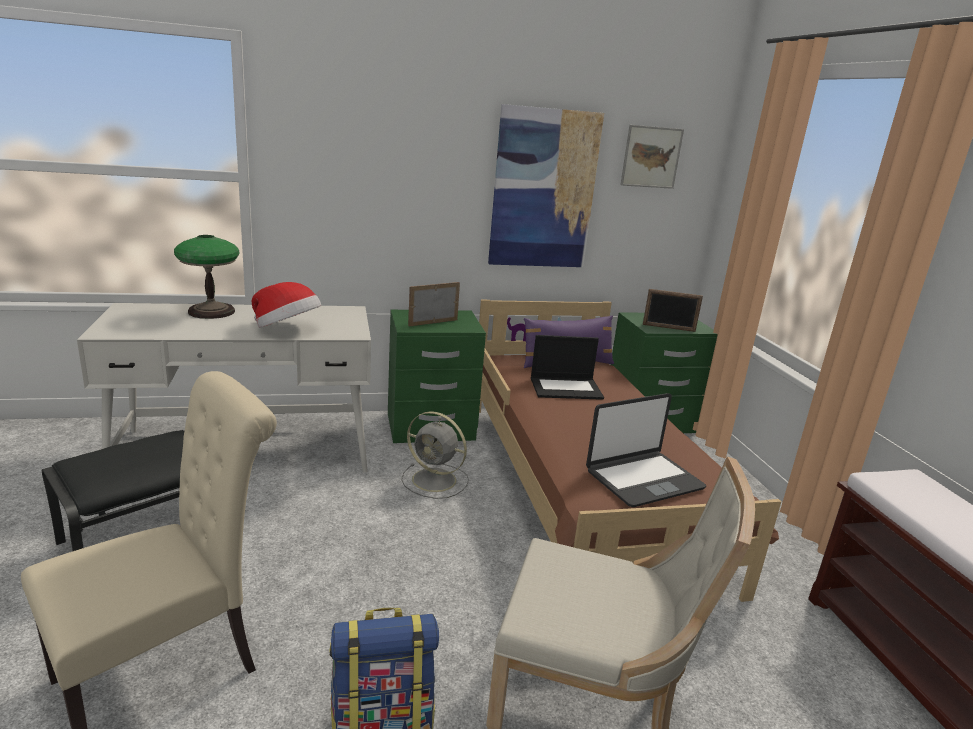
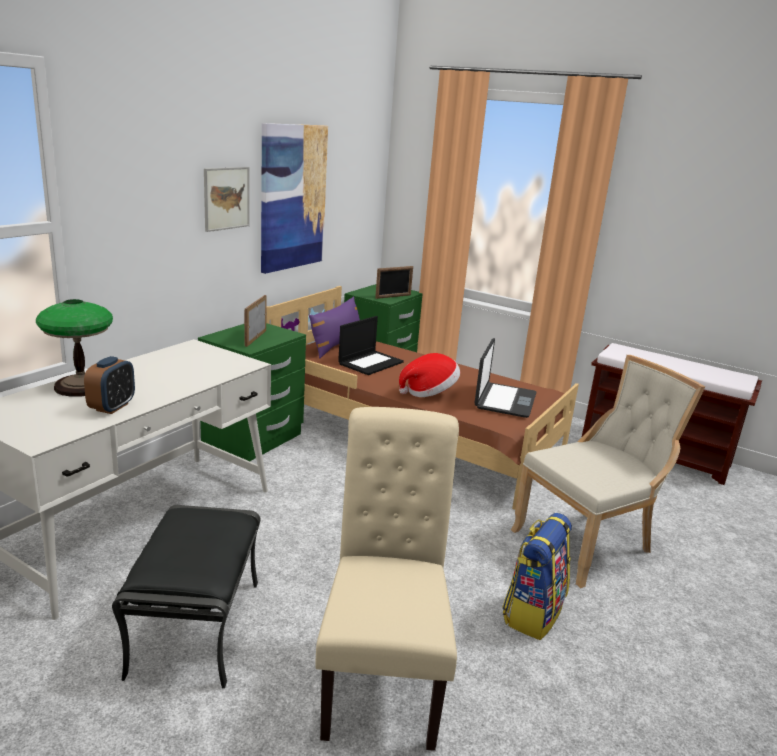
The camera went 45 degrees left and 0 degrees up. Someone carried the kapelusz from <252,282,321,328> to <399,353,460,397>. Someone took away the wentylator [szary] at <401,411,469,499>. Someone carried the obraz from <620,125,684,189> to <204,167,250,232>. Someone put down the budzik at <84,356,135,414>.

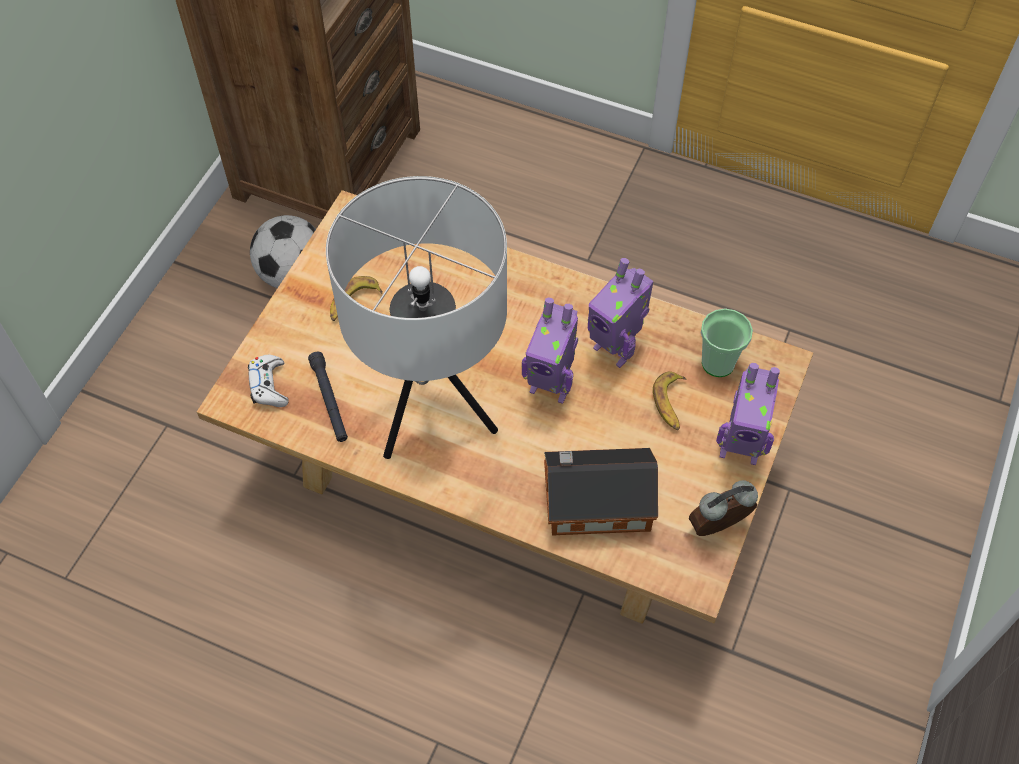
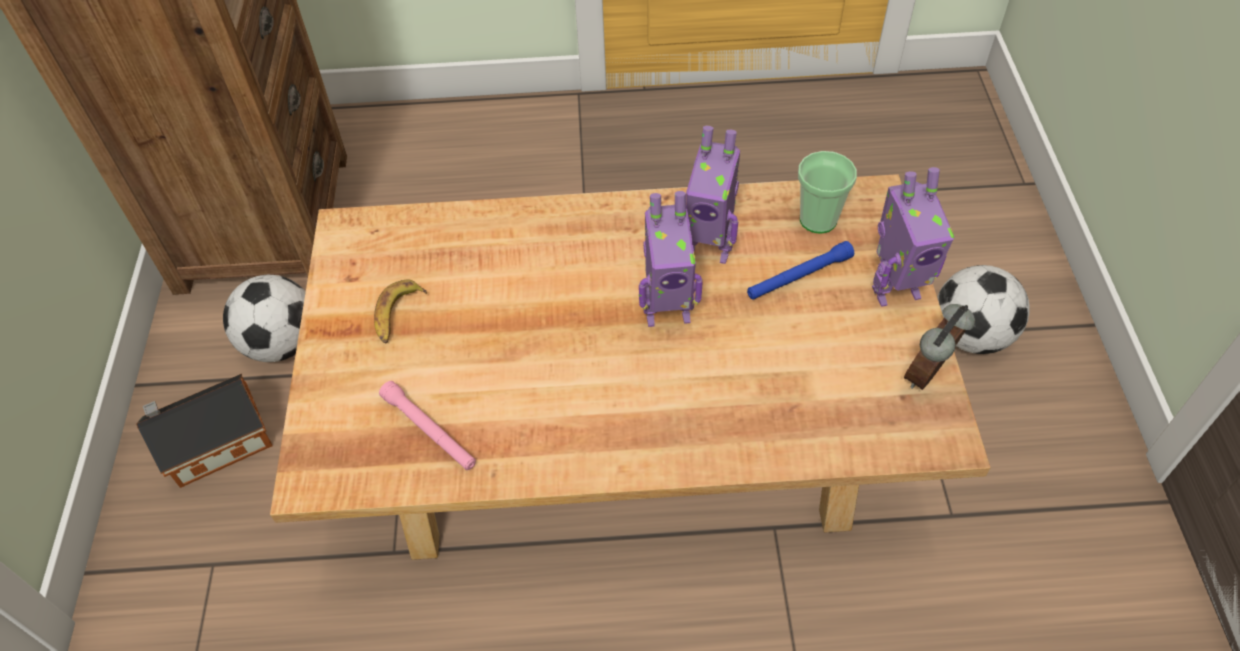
The camera went 25 degrees left and 5 degrees down. Someone took away the pad do gier [biały] at <248,355,289,407>. Someone repainted the latarka [czarny] at <308,352,348,442>, which became the latarka [różowy] at <379,381,476,470>. Someone took away the lampa stołowa [biały] at <326,176,507,459>. Someone carried the domek from <544,448,658,536> to <136,374,273,488>. Someone swapped the banan at <653,371,687,430> for the latarka [niebieski] at <747,241,854,300>. Someone put down the piłka futbolowa at <937,265,1030,354>.

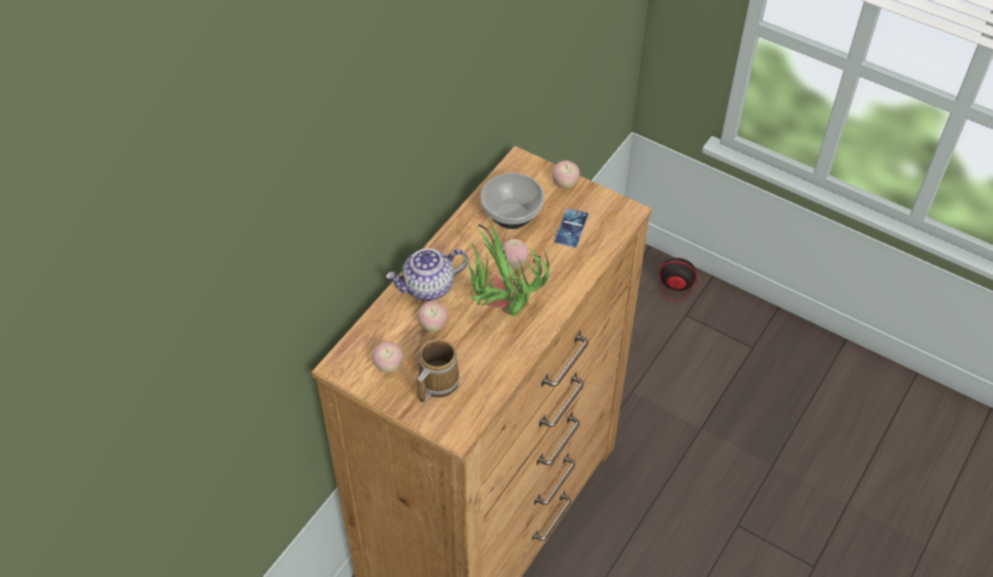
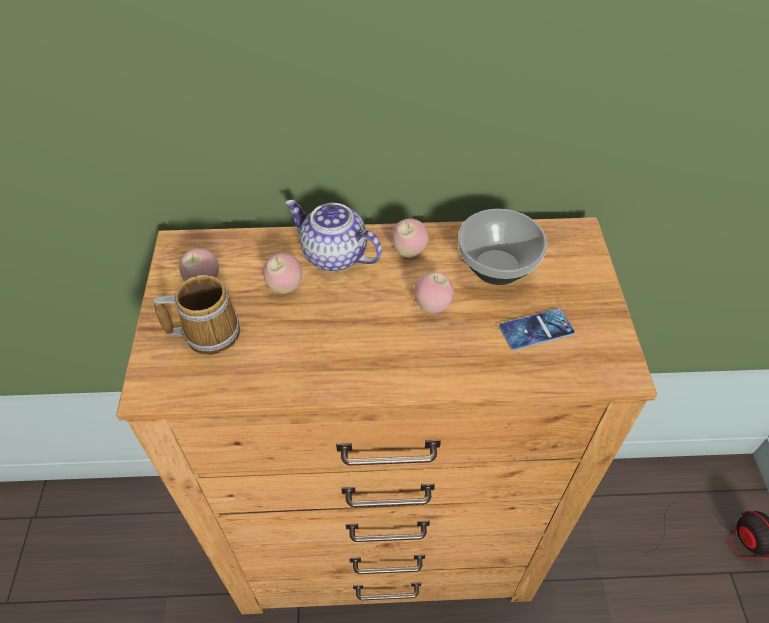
The camera went 55 degrees right and 0 degrees up. Someone took away the roślina doniczkowa at <460,219,549,316>. Someone carried the jabłko from <552,160,580,189> to <392,219,429,258>.

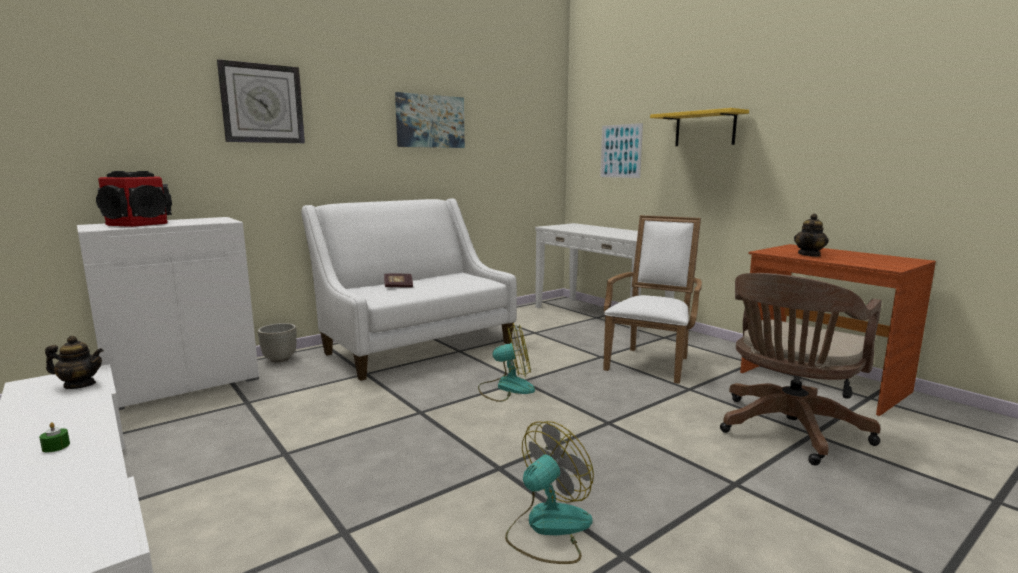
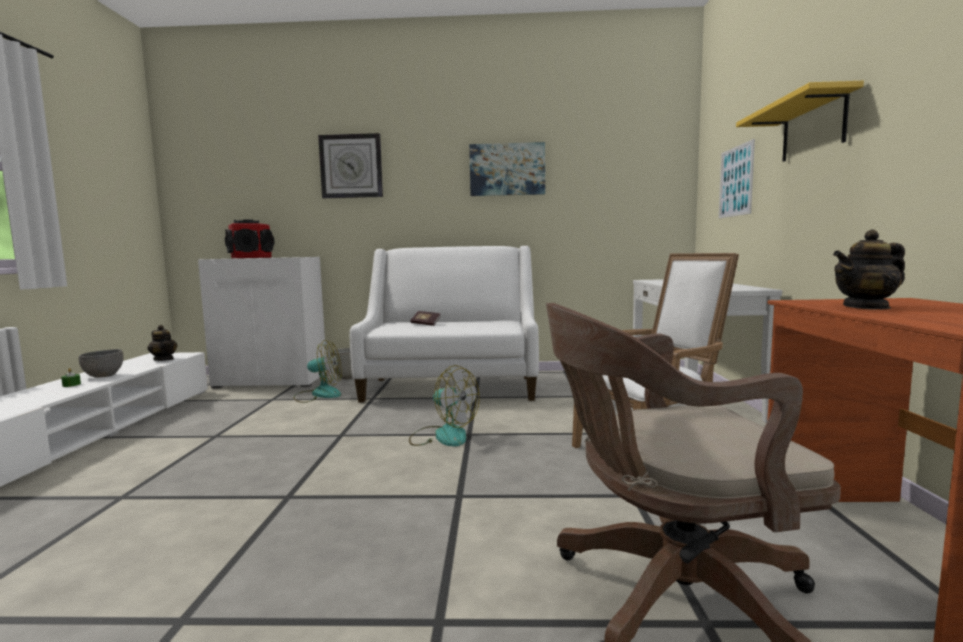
The camera went 40 degrees right and 5 degrees down. Someone carried the wentylator from <505,421,594,564> to <294,340,342,403>. Someone put down the miska [szary] at <79,349,124,377>.

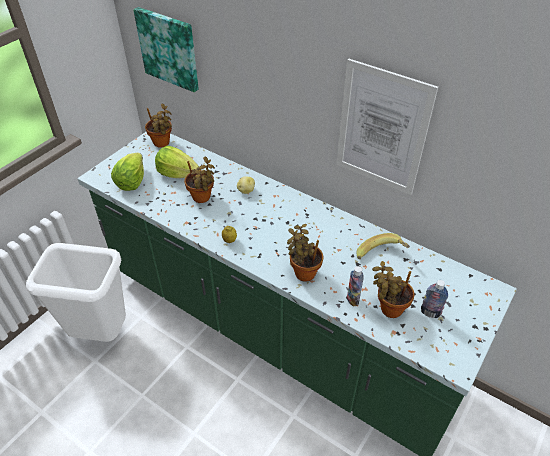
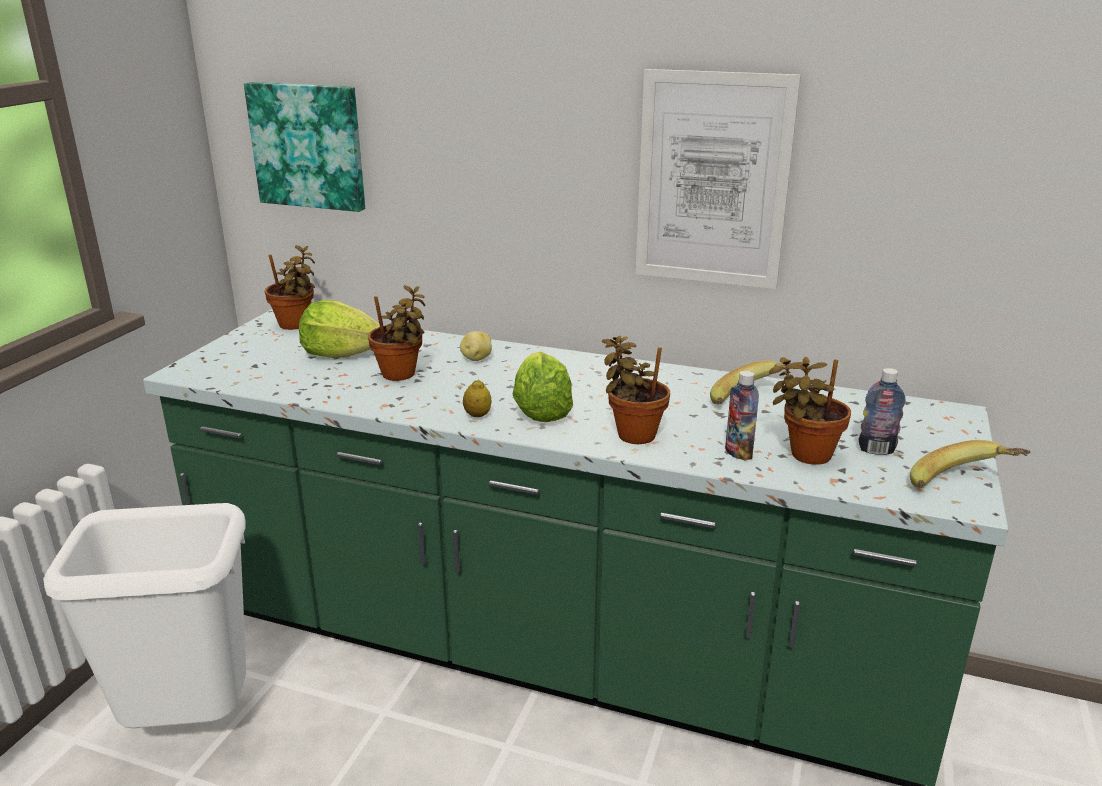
The camera went 15 degrees left and 20 degrees down. Someone carried the sałata from <111,153,144,191> to <513,351,573,422>. Someone put down the banan at <910,440,1030,488>.

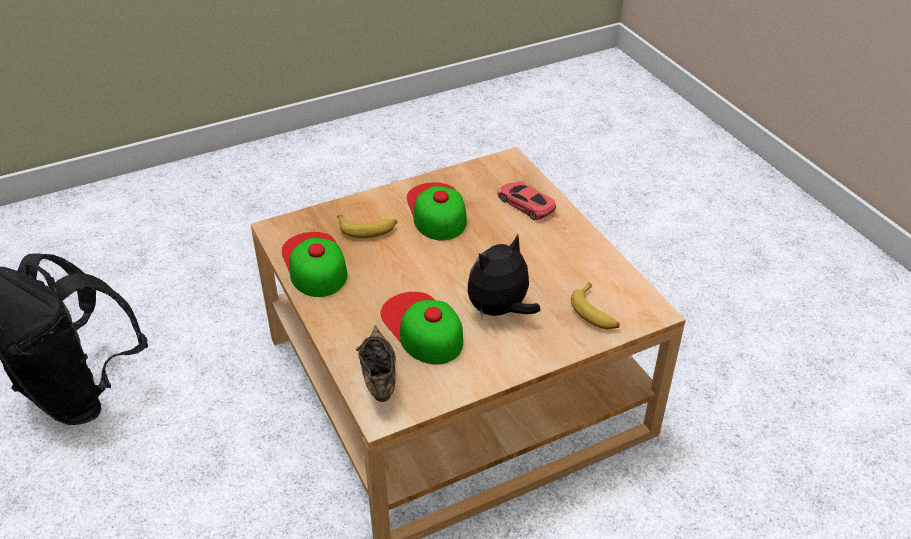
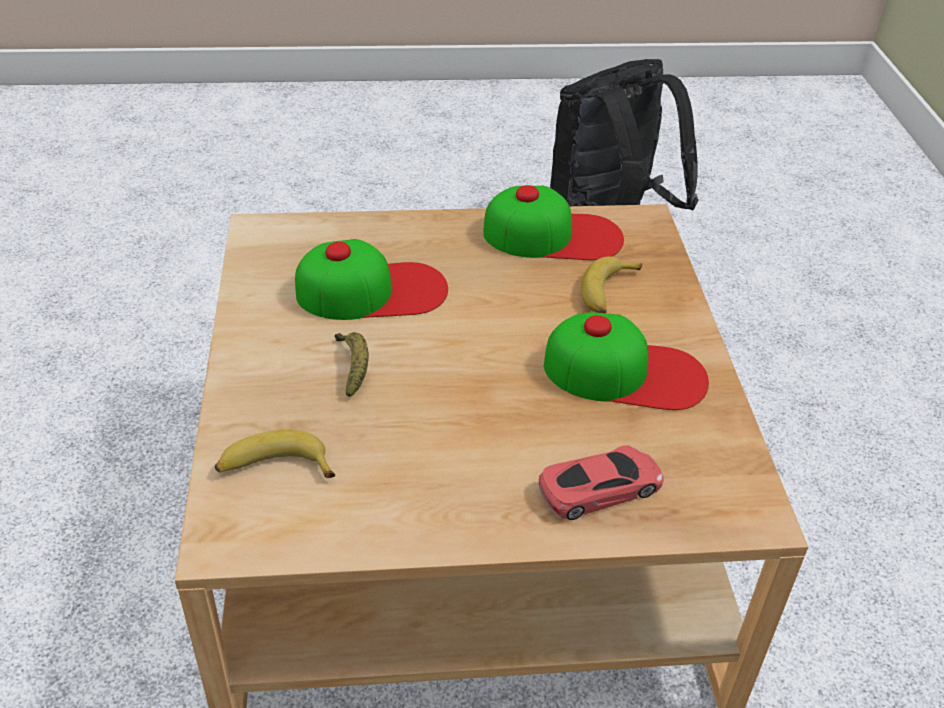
The camera went 110 degrees right and 0 degrees up. Someone took away the but [brązowy] at <356,325,396,402>. Someone swapped the pluszak at <468,234,540,317> for the banan at <335,332,369,397>.

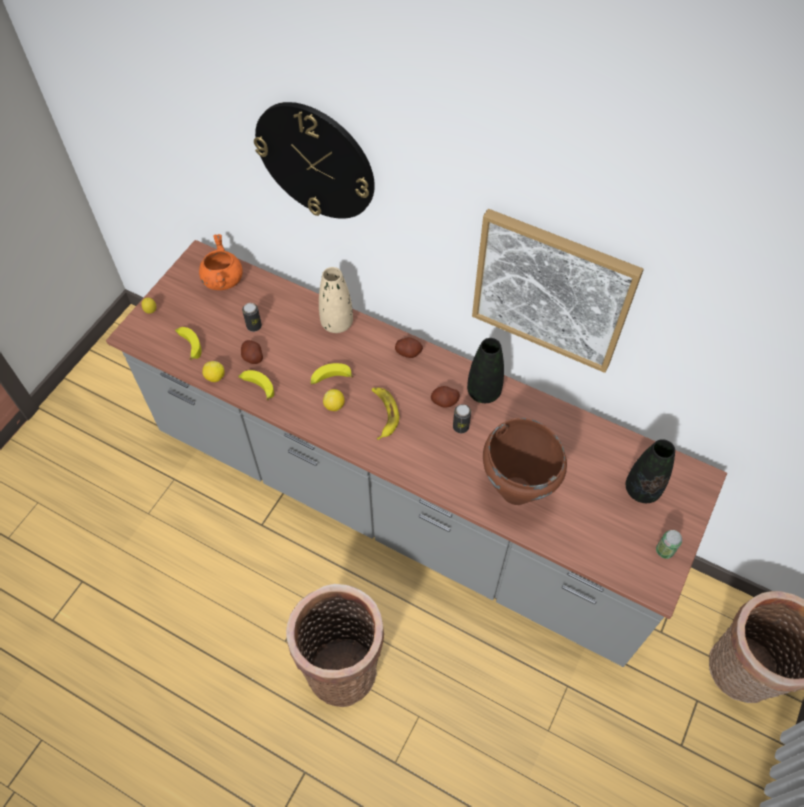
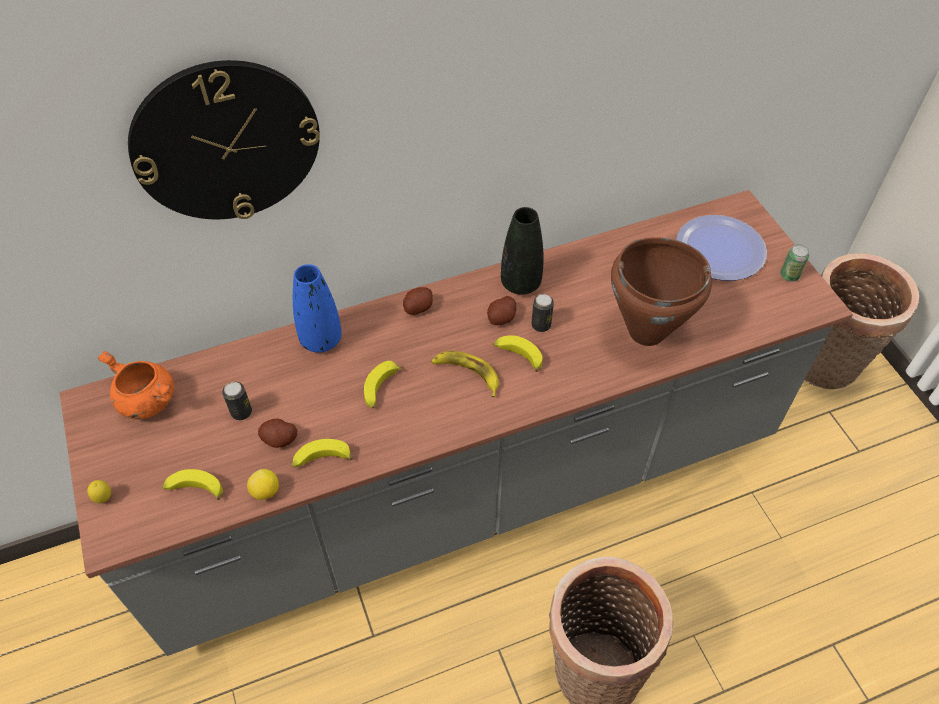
The camera went 50 degrees left and 5 degrees down. Someone repainted the wazon [beżowy] at <319,267,353,333>, which became the wazon [niebieski] at <293,264,342,353>. Someone took away the cytryna at <323,389,345,411>. Someone took away the obraz at <472,209,644,373>. Someone swapped the wazon [czarny] at <626,439,675,503> for the talerz at <676,215,767,281>. Someone put down the banan at <493,335,543,372>.

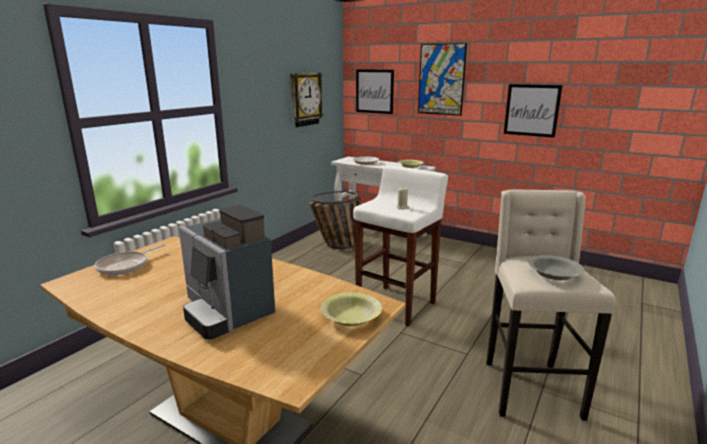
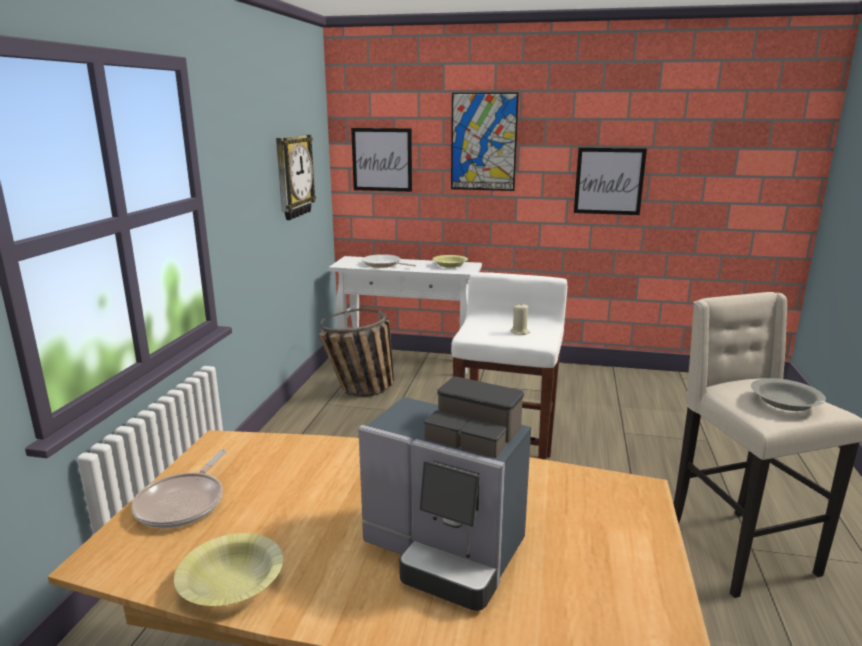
The camera went 20 degrees left and 0 degrees up. Someone carried the miska [żółty] from <321,293,382,326> to <174,533,283,606>.

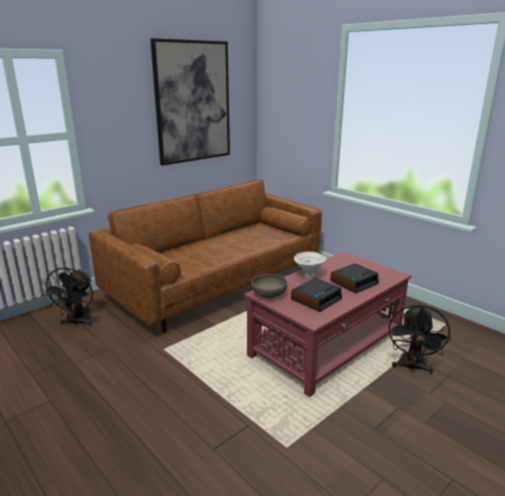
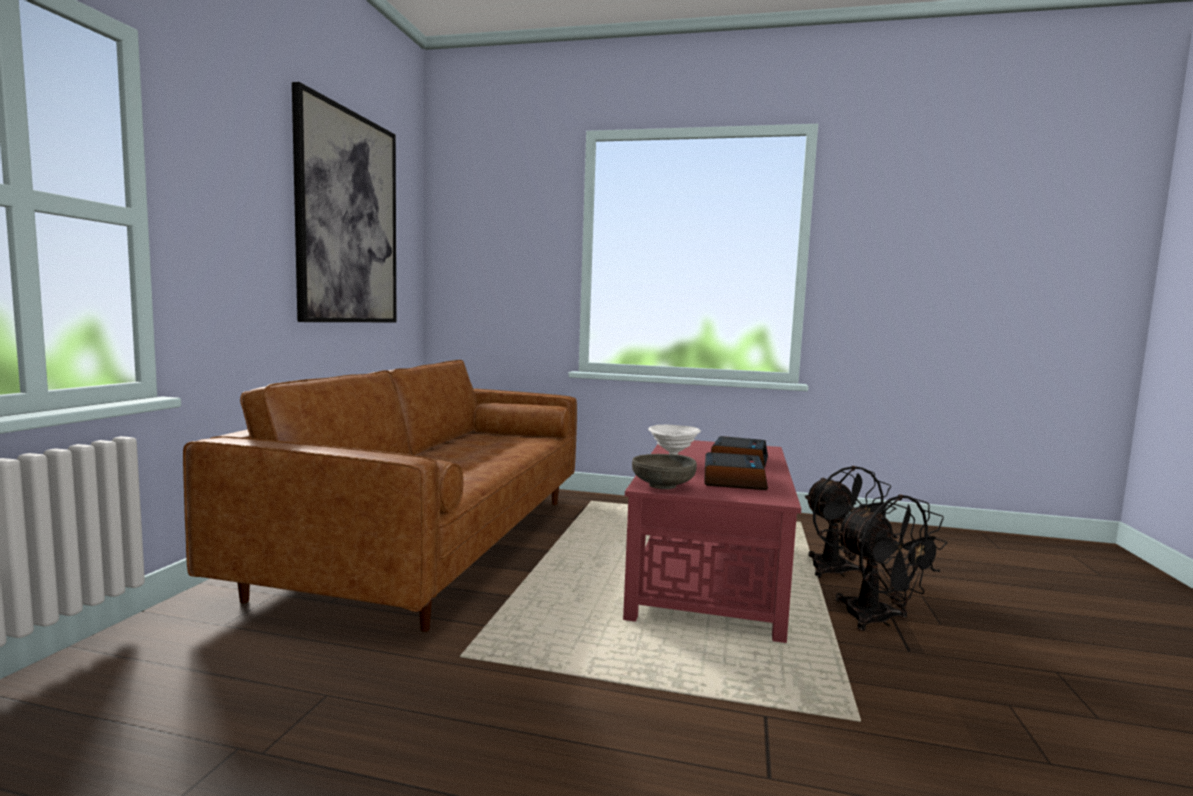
The camera went 35 degrees left and 15 degrees down. Someone carried the wentylator [czarny] from <41,267,93,326> to <835,494,948,631>.

